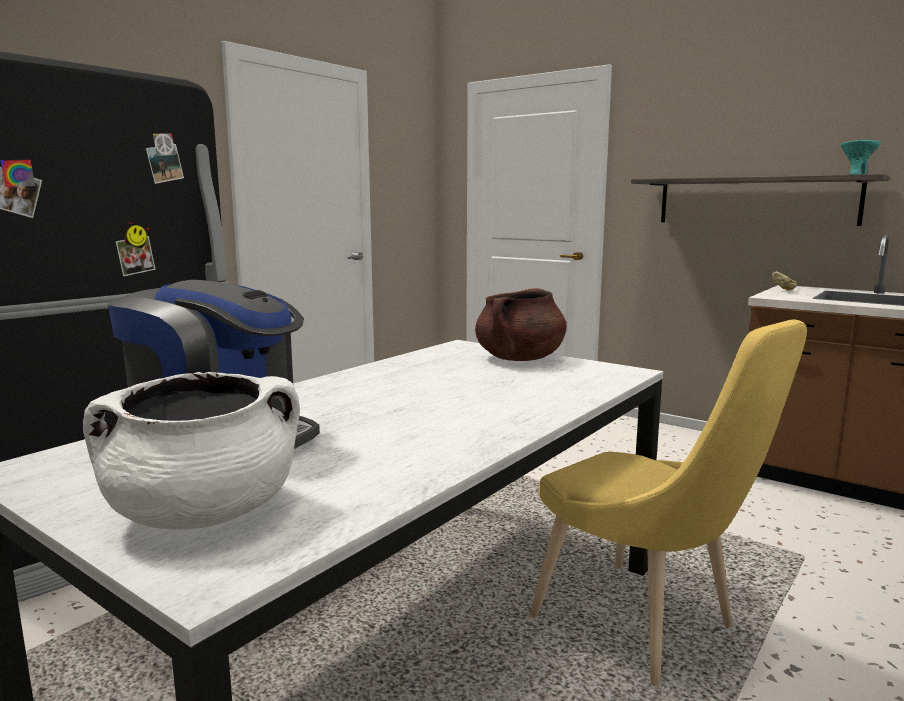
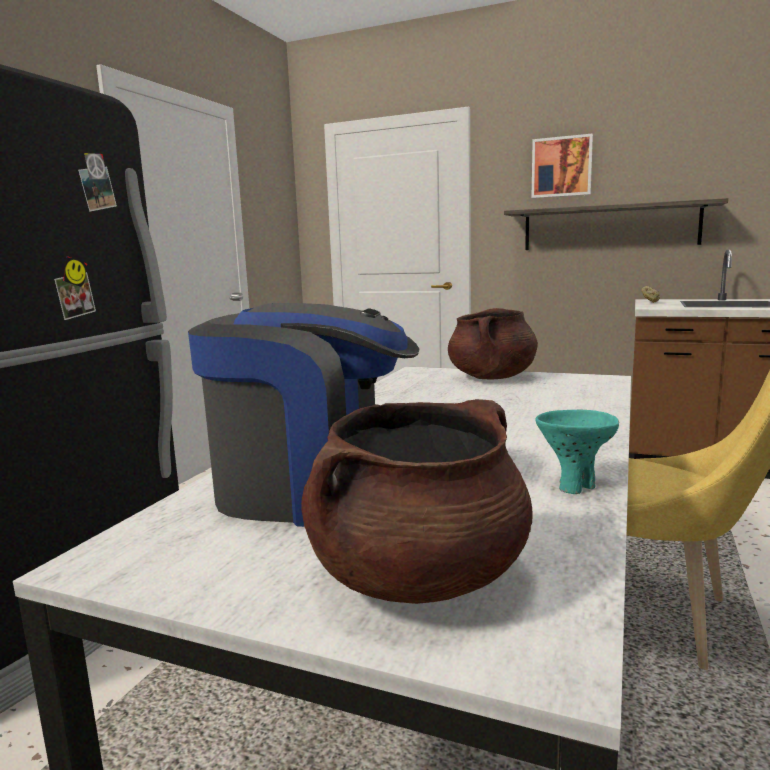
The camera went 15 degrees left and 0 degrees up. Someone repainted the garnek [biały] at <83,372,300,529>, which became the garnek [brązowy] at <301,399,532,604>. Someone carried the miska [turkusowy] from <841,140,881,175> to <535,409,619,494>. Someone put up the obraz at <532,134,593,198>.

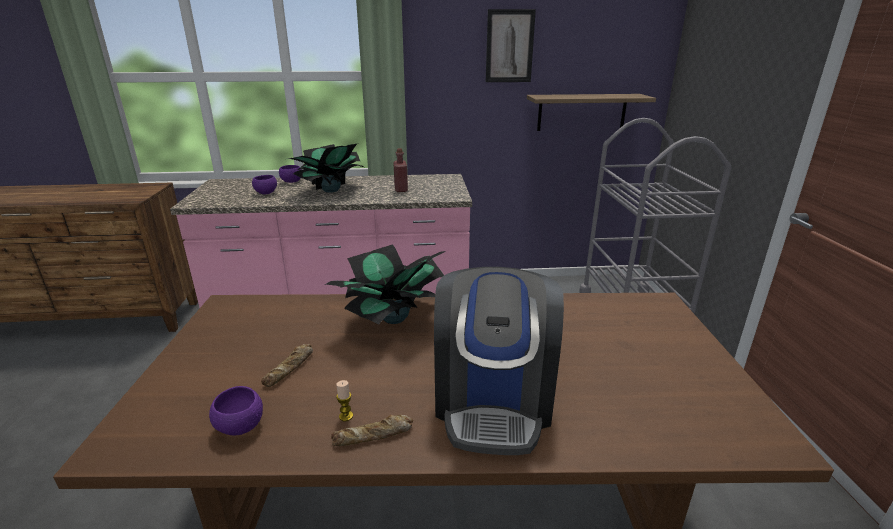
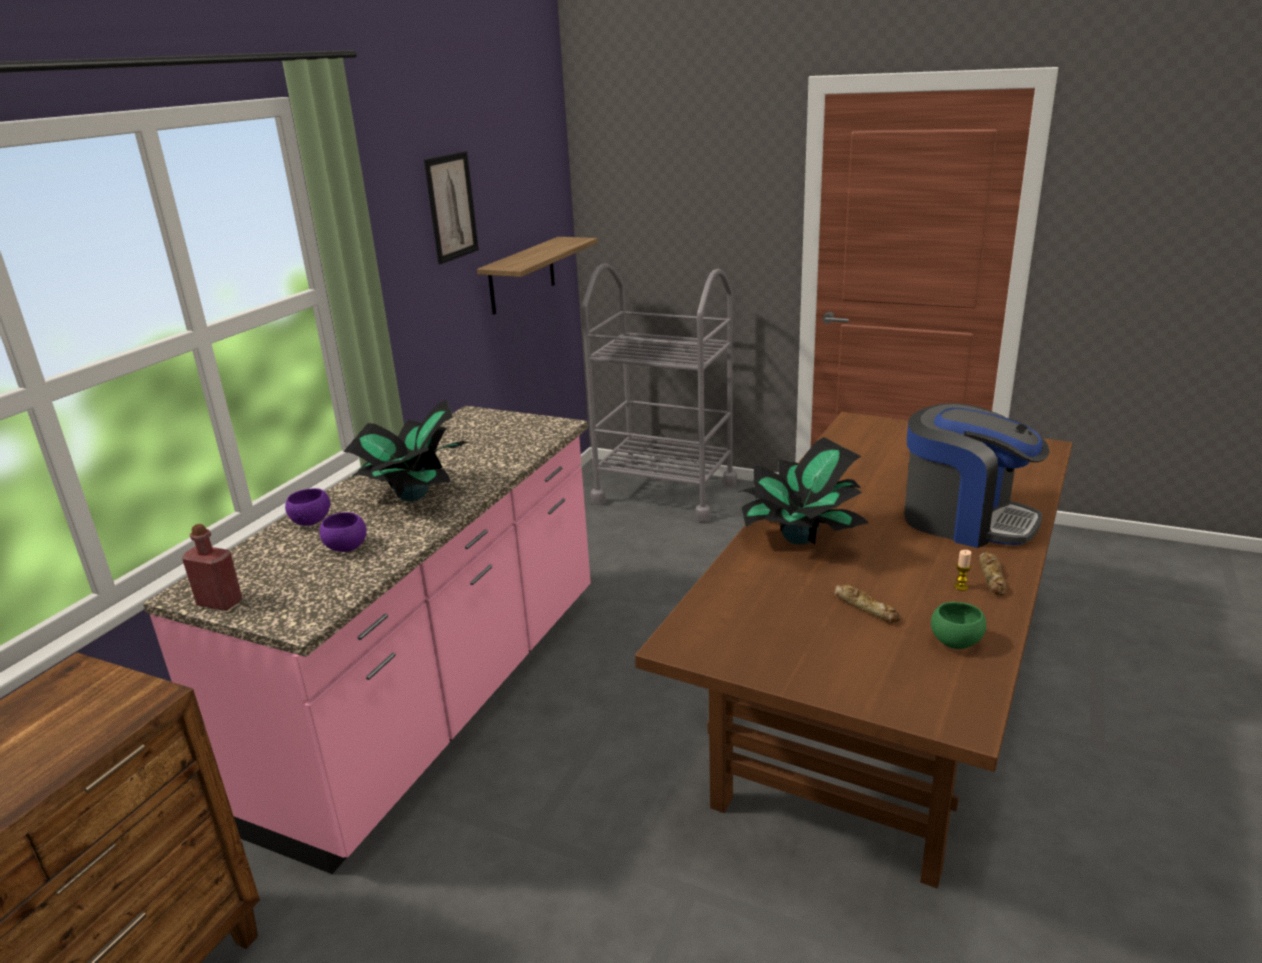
The camera went 60 degrees left and 0 degrees up. Someone repainted the miska [fioletowy] at <209,386,263,435>, which became the miska [zielony] at <931,602,986,649>. Someone carried the butelka [czerwony] from <393,148,408,192> to <182,524,242,611>.

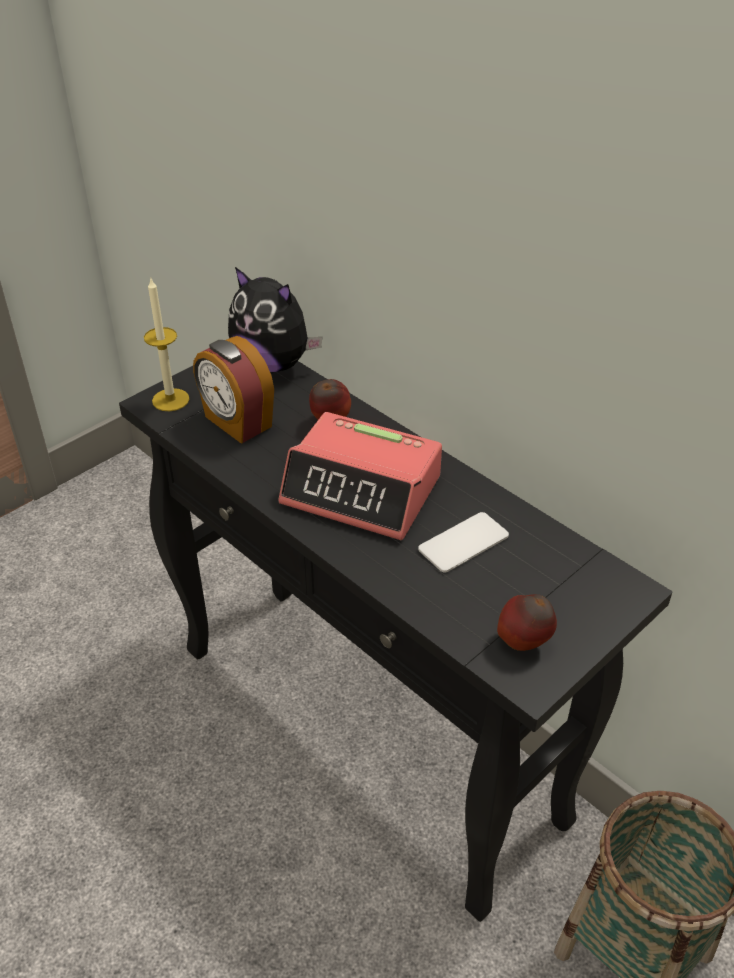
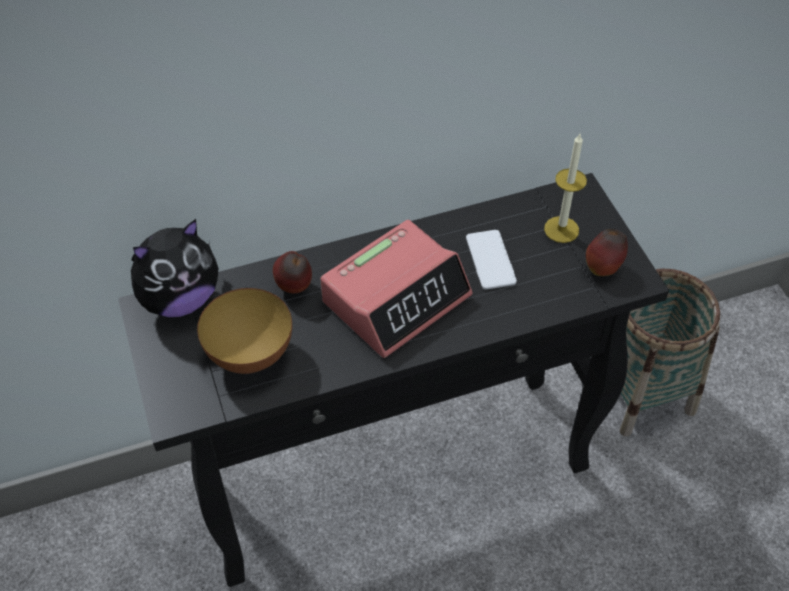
The camera went 65 degrees left and 10 degrees up. Someone carried the świeca from <144,279,190,411> to <544,134,587,243>. Someone swapped the budzik at <193,336,274,444> for the miska at <197,288,292,374>.

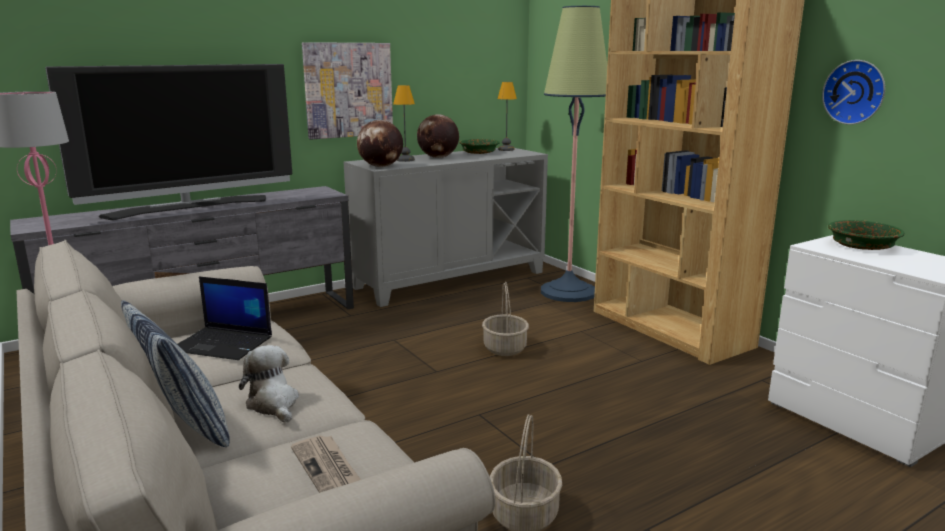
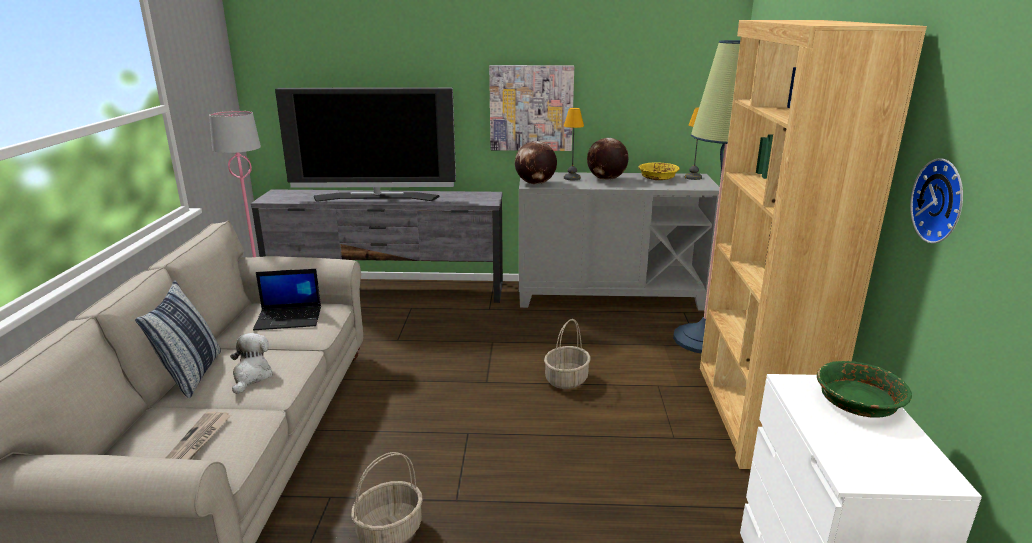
The camera went 35 degrees right and 5 degrees up. Someone rotated the laptop at <177,277,272,360> by 60 degrees counterclockwise. Someone repainted the miska [zielony] at <459,139,500,154>, which became the miska [żółty] at <638,162,680,180>.

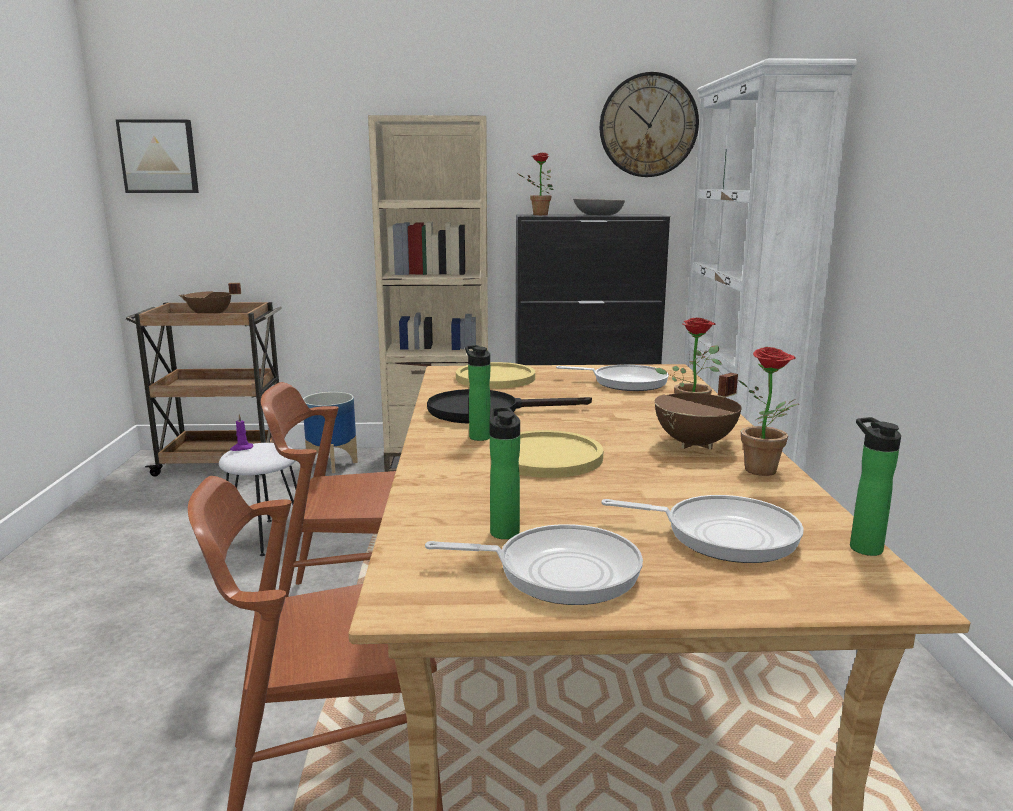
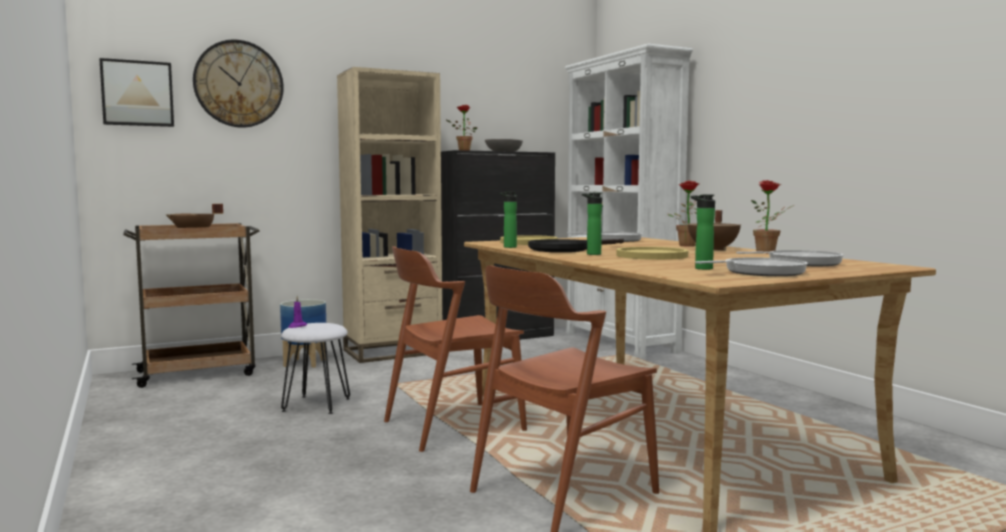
The camera went 25 degrees left and 10 degrees down. Someone carried the zegar ścienny from <600,72,699,177> to <193,40,284,128>. Someone carried the butelka from <850,417,901,556> to <500,192,517,248>.

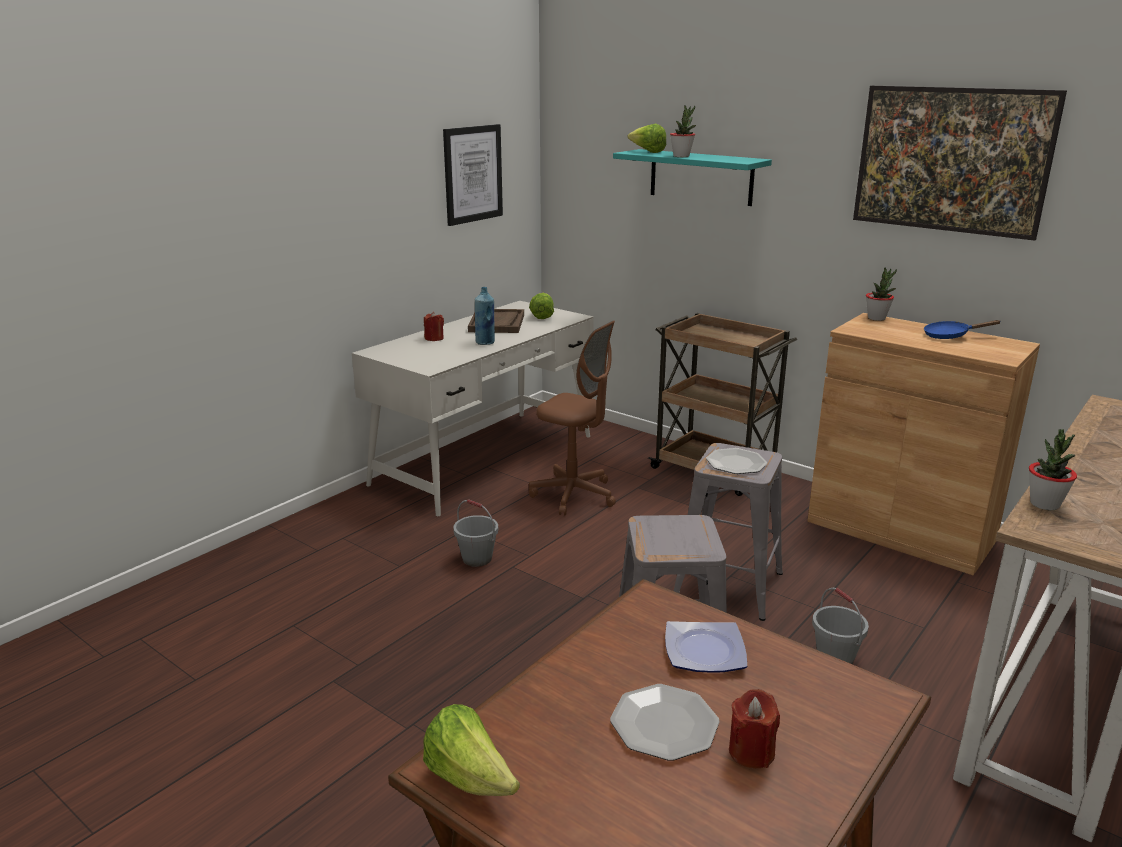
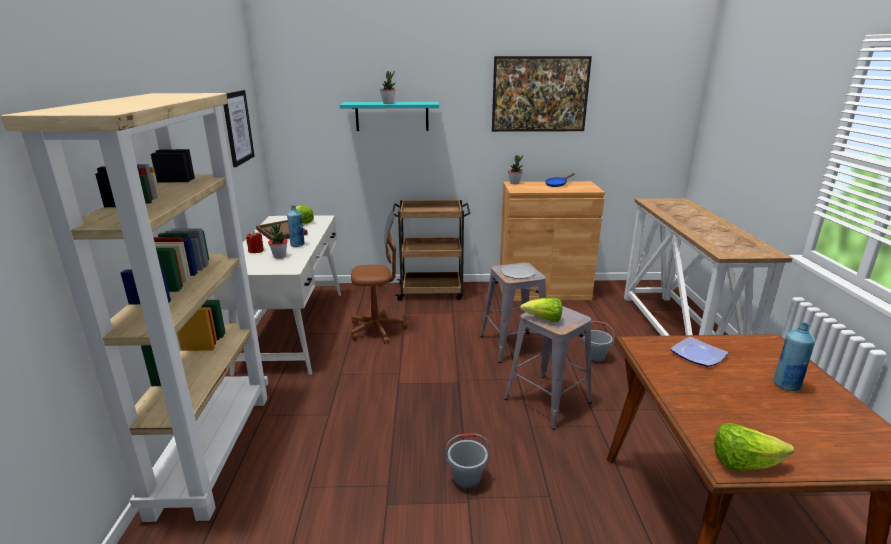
The camera went 40 degrees left and 0 degrees up. Someone carried the wiadro [szary] from <453,499,498,567> to <446,433,490,490>. Someone took away the talerz at <610,684,720,761>. Someone carried the sałata from <628,123,666,153> to <520,298,562,322>. Someone swapped the świeca [czerwony] at <729,689,780,768> for the butelka [niebieski] at <774,322,815,391>. Someone carried the roślina doniczkowa from <1029,429,1077,510> to <268,222,288,258>. Someone put down the regał [beżowy] at <1,93,268,522>.

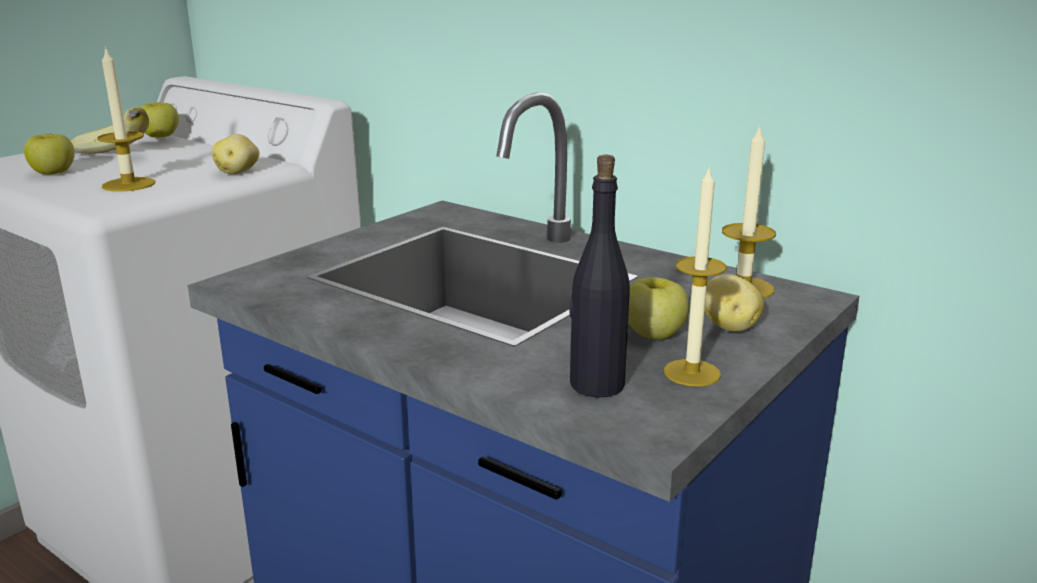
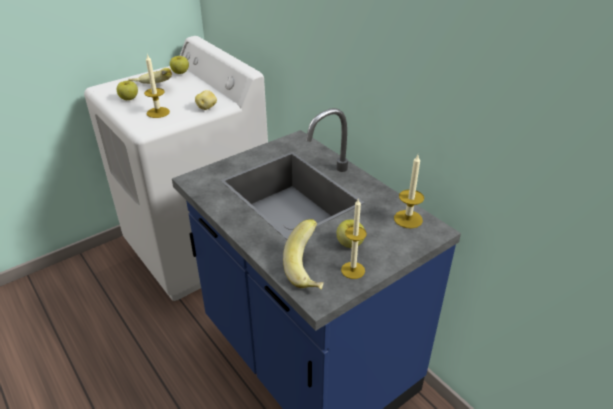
The camera went 15 degrees right and 15 degrees up. Someone swapped the butelka [czarny] at <570,155,630,398> for the banan at <283,219,324,289>. Someone took away the ziemniak at <705,274,764,332>.

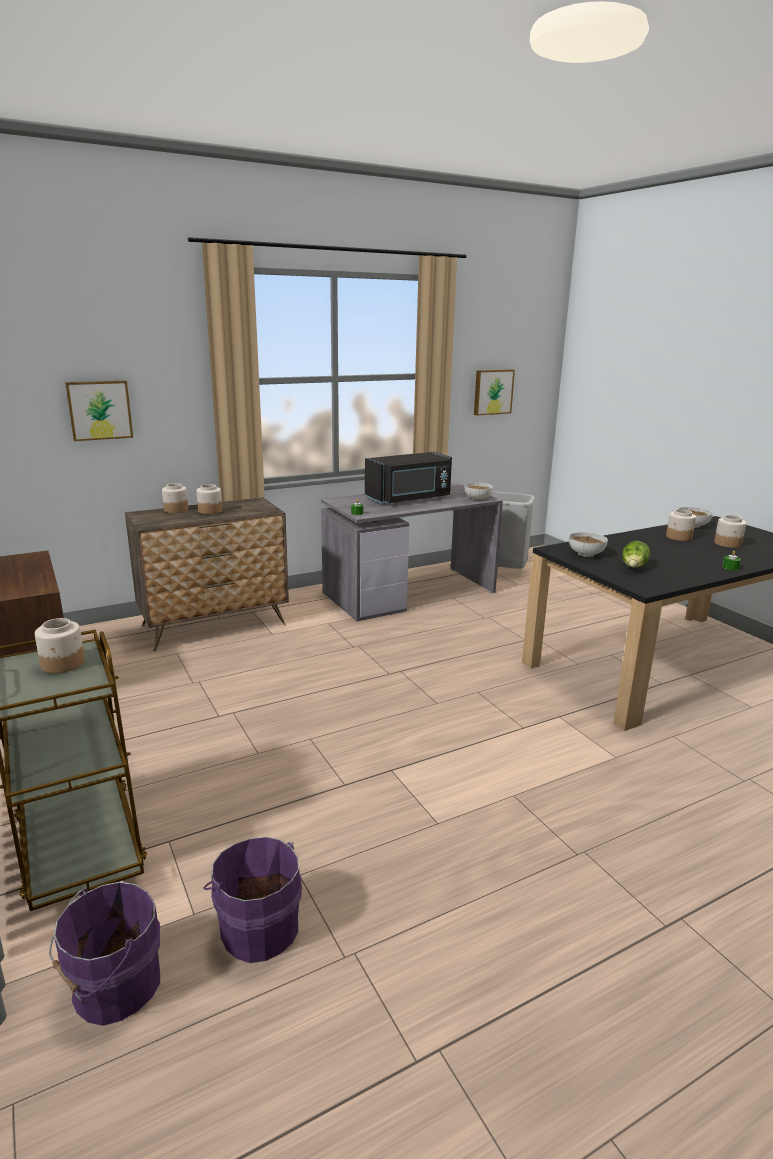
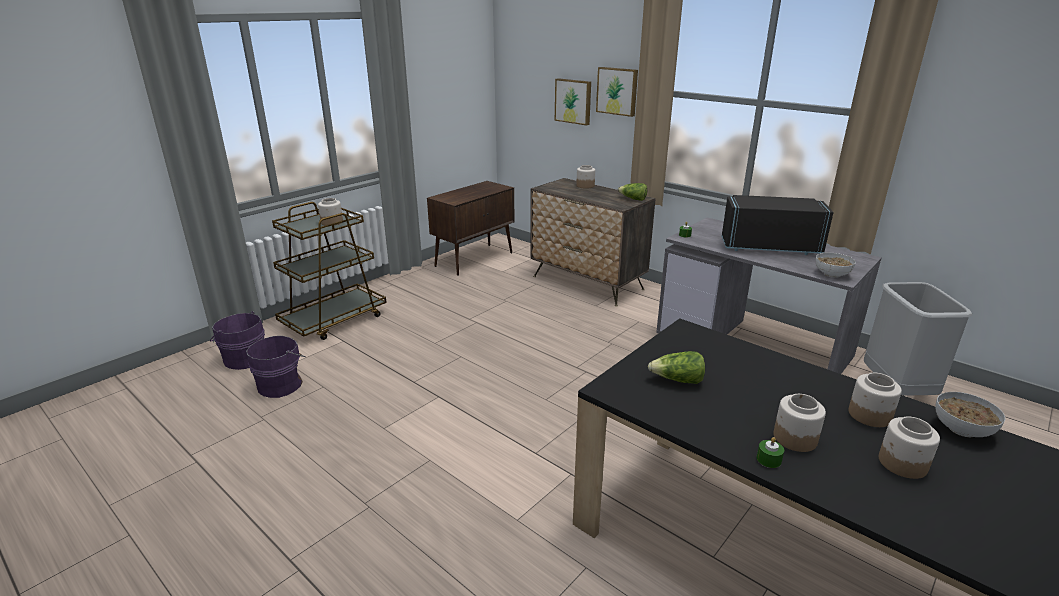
The camera went 70 degrees right and 5 degrees up. Someone carried the słoik from <197,484,222,514> to <773,394,826,452>. Someone rotated the mikrofalówka [czarny] at <365,452,452,504> by 150 degrees clockwise. Someone carried the obraz from <474,369,515,415> to <596,67,638,117>. Someone took away the miska at <569,532,608,557>. Someone put down the sałata at <618,183,647,201>.

